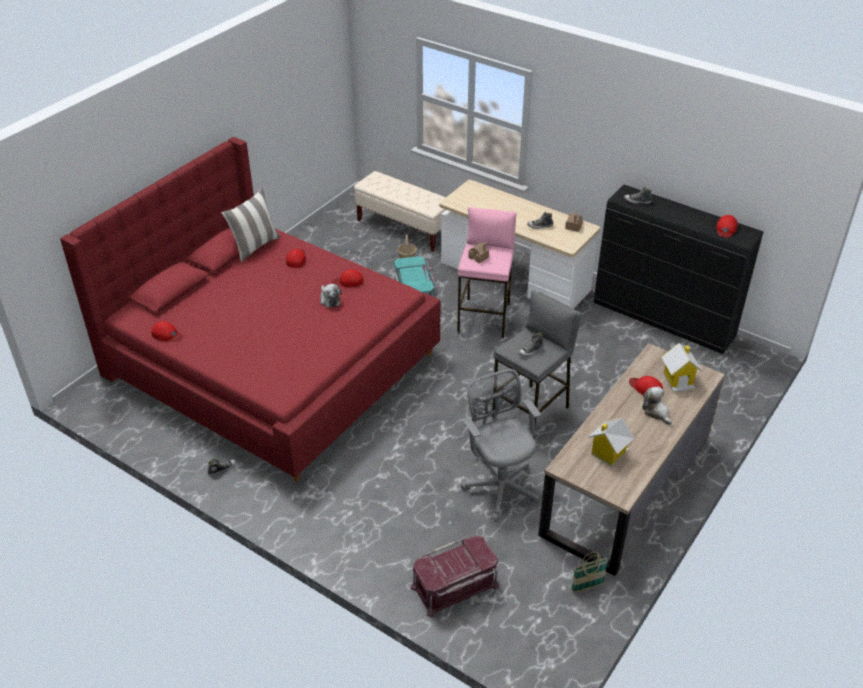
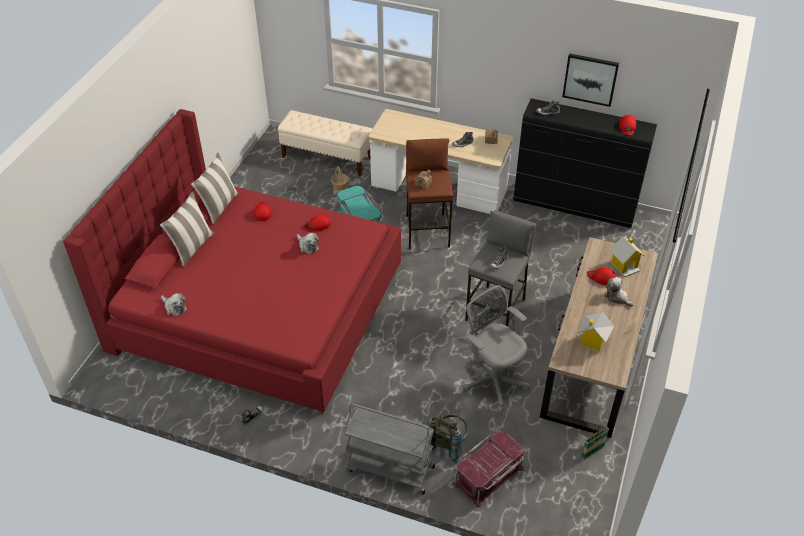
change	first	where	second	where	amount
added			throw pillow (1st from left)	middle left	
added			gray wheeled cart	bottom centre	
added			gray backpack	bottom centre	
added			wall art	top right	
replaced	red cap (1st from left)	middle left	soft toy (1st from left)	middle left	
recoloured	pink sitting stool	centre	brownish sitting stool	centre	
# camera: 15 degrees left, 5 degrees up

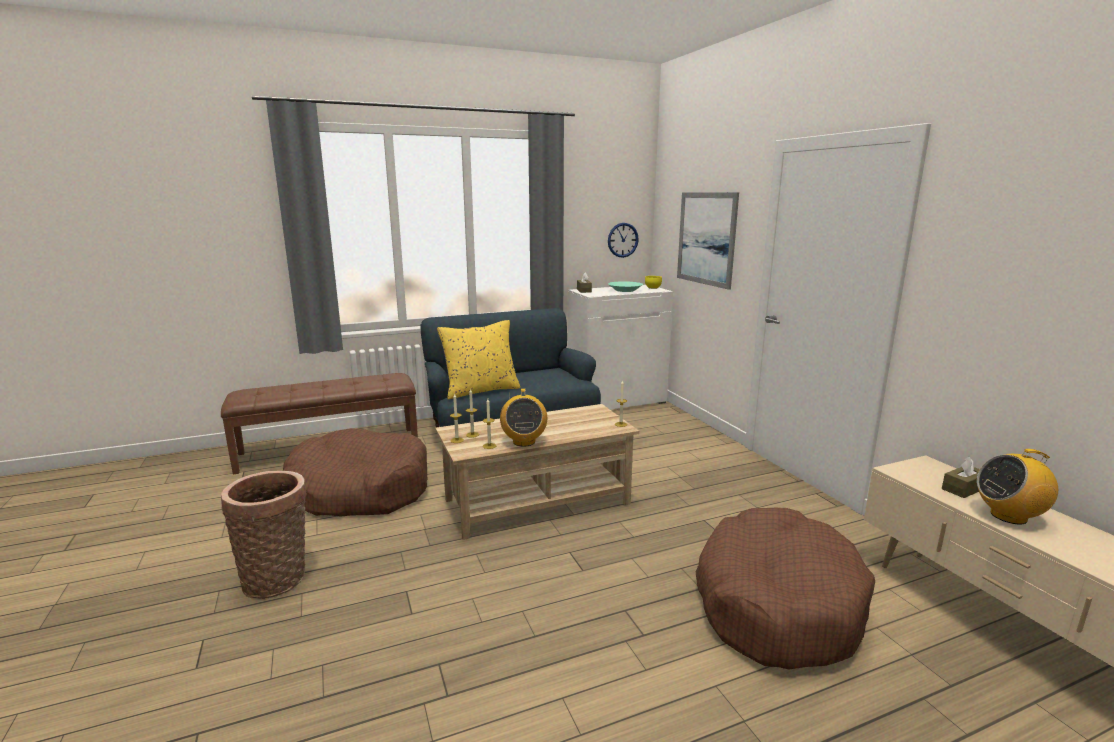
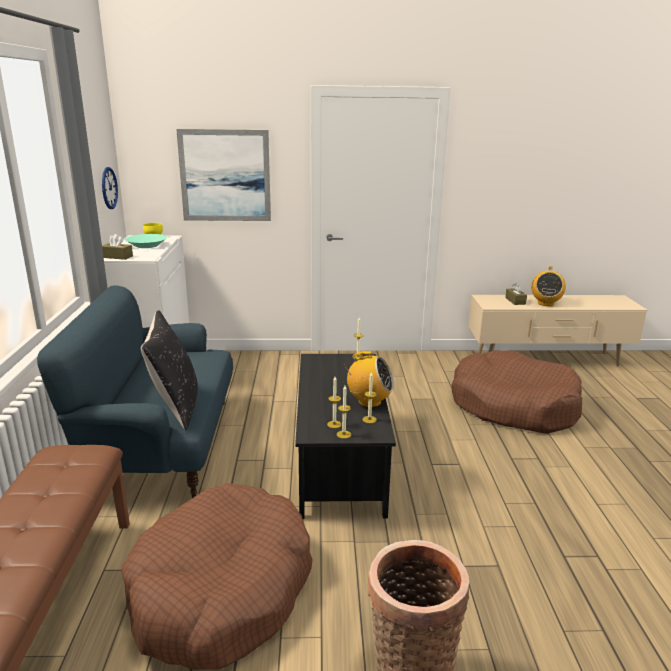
change	first	where	second	where	amount
recoloured	beige-coloured coffee table	centre	blackish coffee table	centre	
recoloured	yellow-coloured throw pillow	centre	blackish throw pillow	middle left	
# camera: 70 degrees left, 5 degrees up

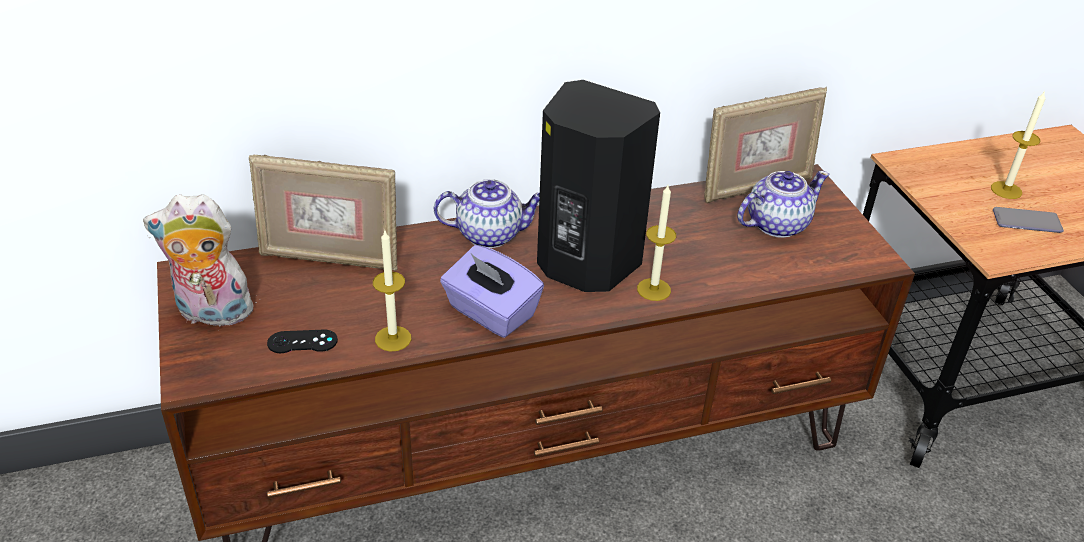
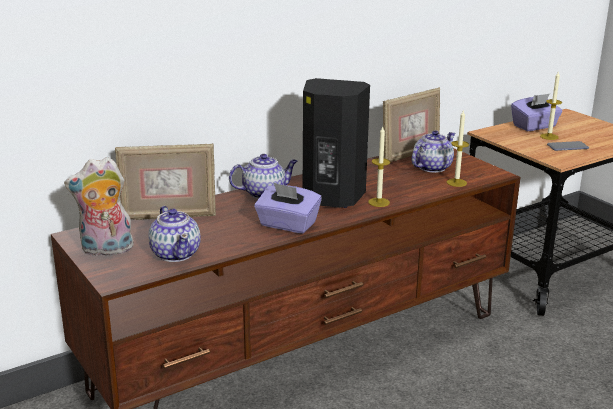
change	first	where	second	where	amount
added			purple-coloured box of tissues (2nd from left)	top right	
moved	candle (1st from left in the first image)	centre	candle (2nd from left)	middle right	
replaced	blackish gamepad	middle left	teapot (1st from left)	middle left	
# camera: 15 degrees left, 15 degrees down

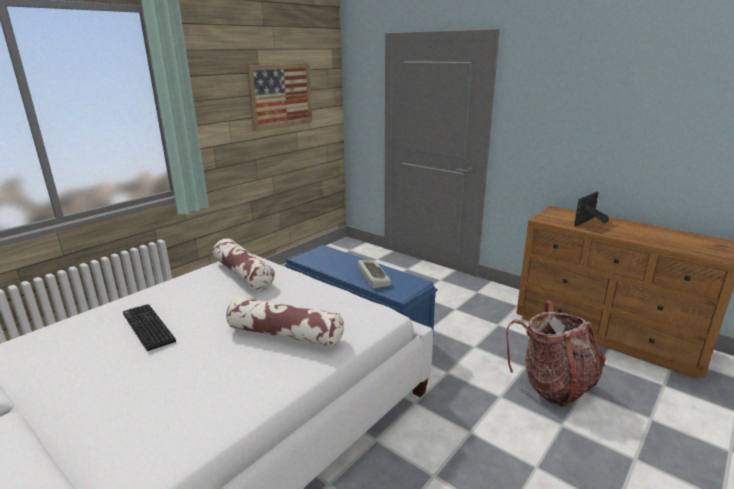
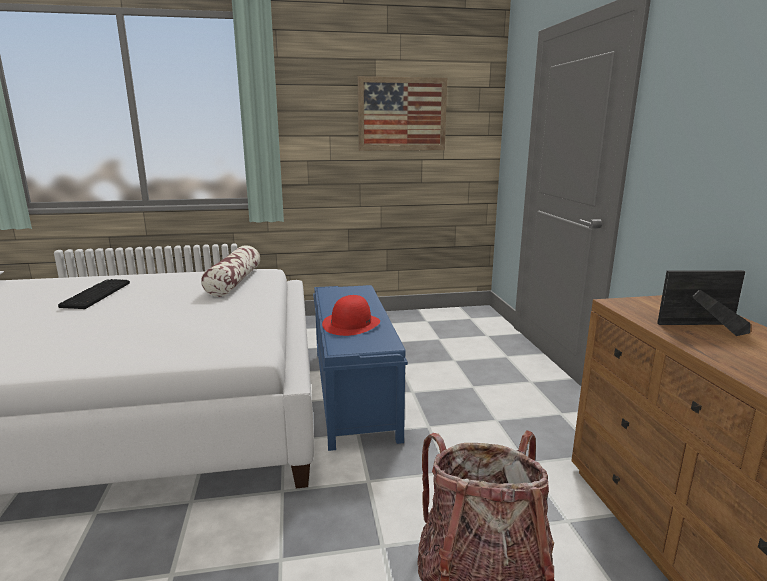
change	first	where	second	where	amount
removed	throw pillow (2nd from left)	centre			
replaced	PC keyboard (2nd from left)	centre	red wearable hat	centre	
# camera: 40 degrees right, 5 degrees down

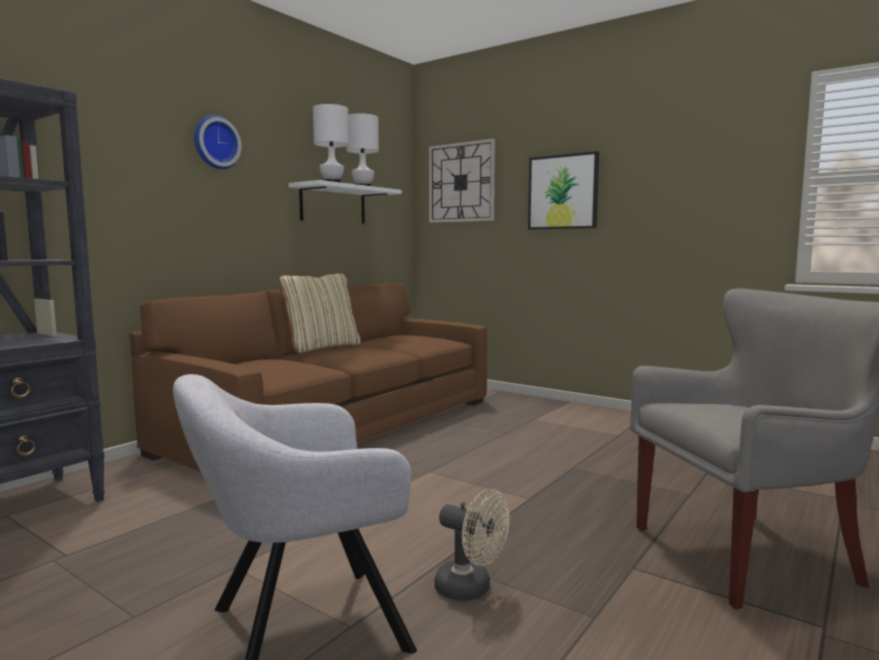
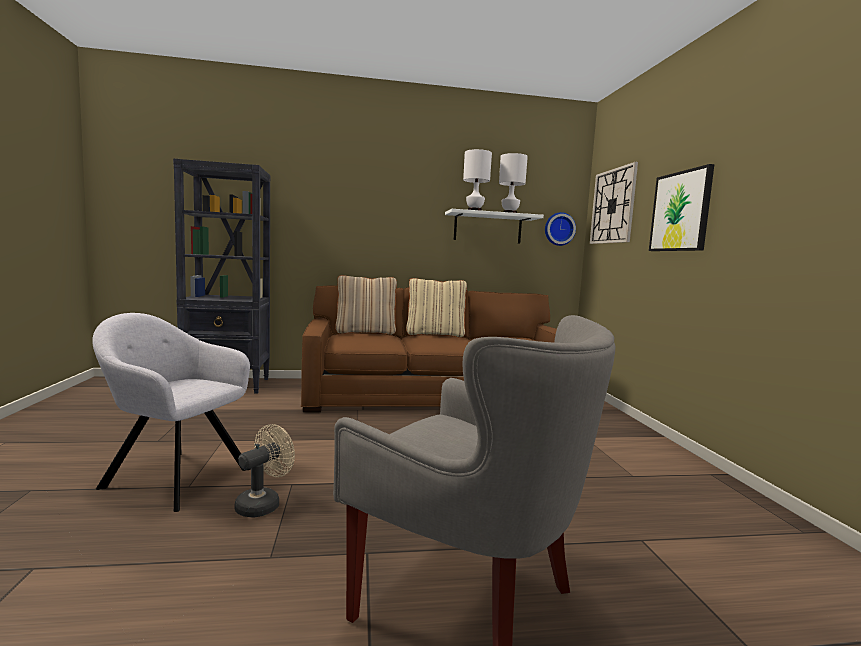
change	first	where	second	where	amount
added			beige-coloured throw pillow (1st from left)	centre	
moved	clock on the wall (1st from left)	top left		centre	
turned	beige-coloured electric fan	bottom centre		bottom left	135 degrees counterclockwise
# camera: 45 degrees right, 0 degrees up

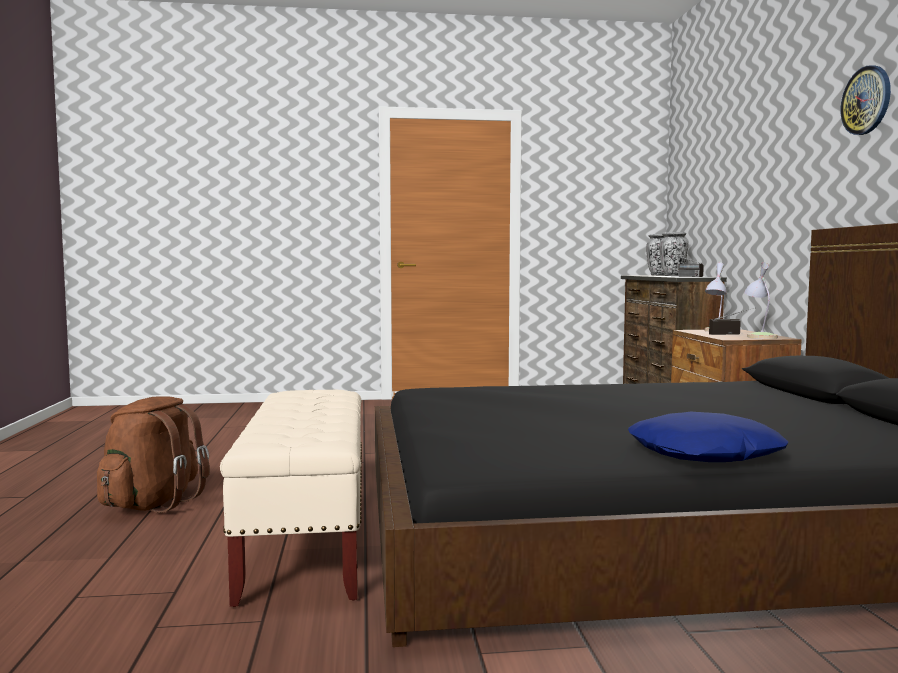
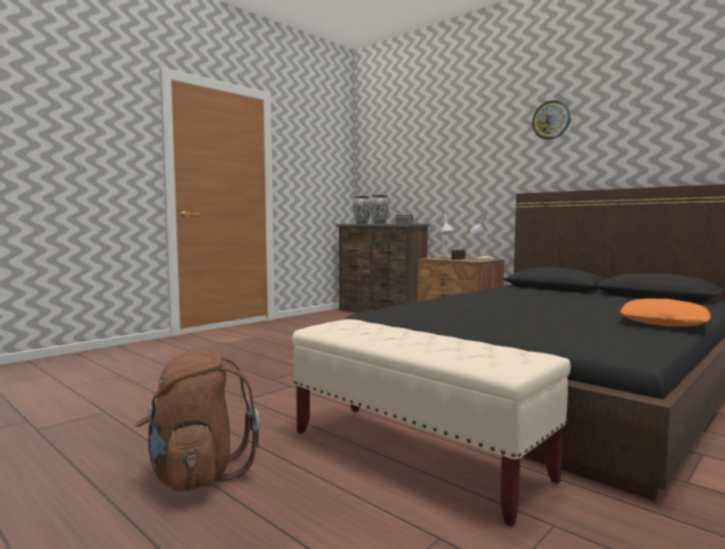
change	first	where	second	where	amount
recoloured	bluish throw pillow	middle right	orange throw pillow	middle right	
# camera: 40 degrees left, 0 degrees up

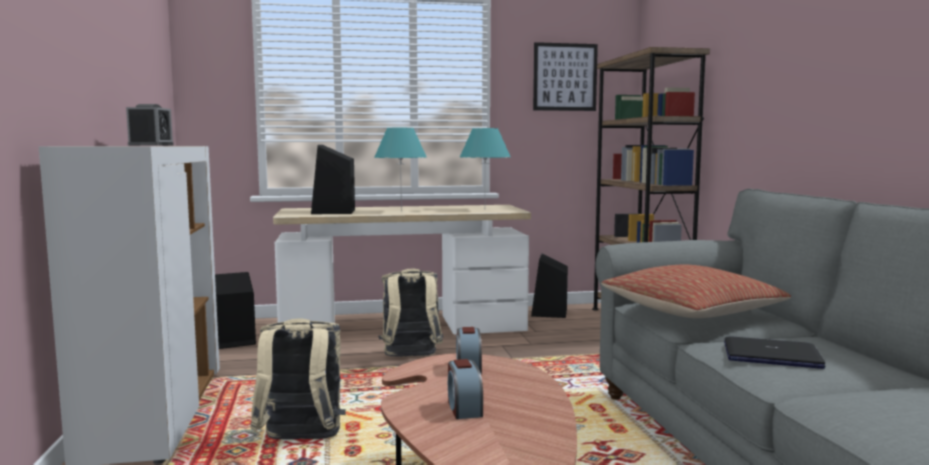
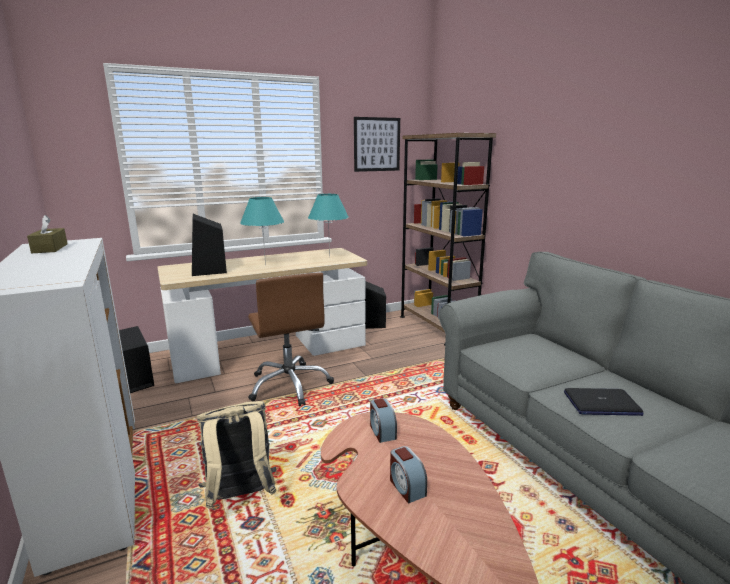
change	first	where	second	where	amount
removed	throw pillow	middle right			
replaced	bedside clock (1st from left)	top left	brownish box of tissues	middle left	
replaced	beige-coloured backpack (2nd from left)	bottom centre	brownish desk chair	centre	
# camera: 15 degrees left, 10 degrees up

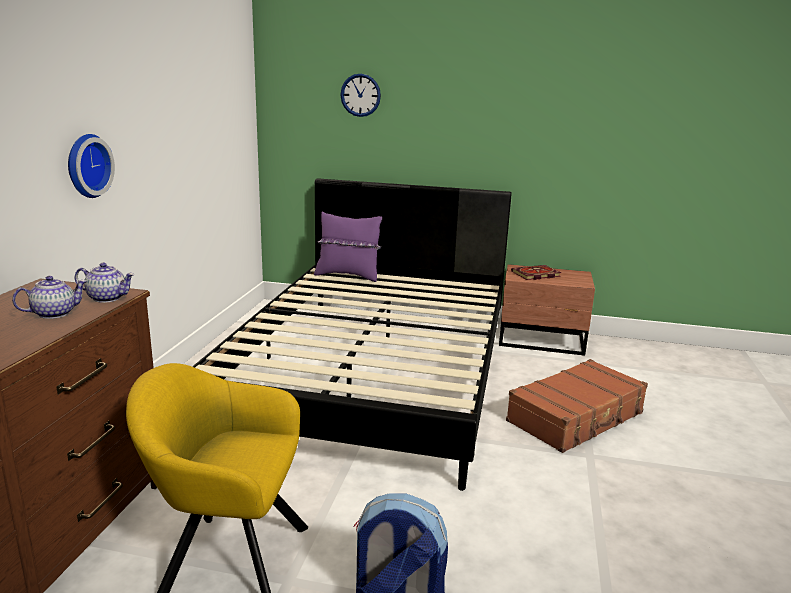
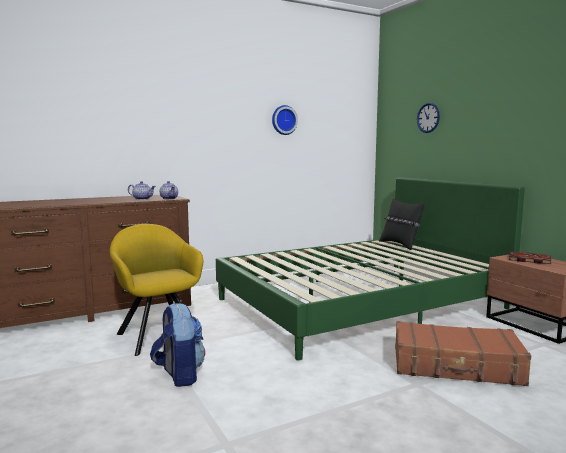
change	first	where	second	where	amount
moved	clock on the wall (1st from left)	top left		top centre	
recoloured	blackish sleeping bed	centre	green sleeping bed	centre	
recoloured	purple-coloured throw pillow	centre	blackish throw pillow	middle right	
# camera: 50 degrees right, 10 degrees down

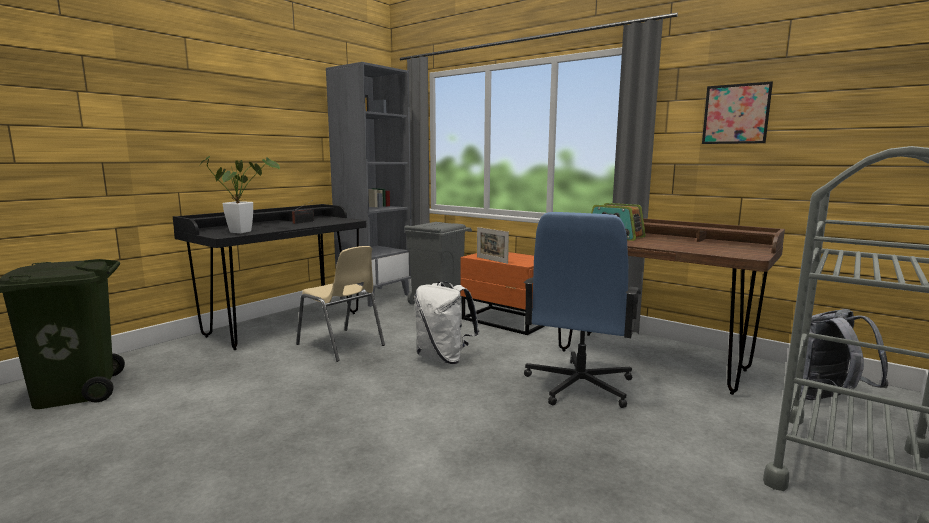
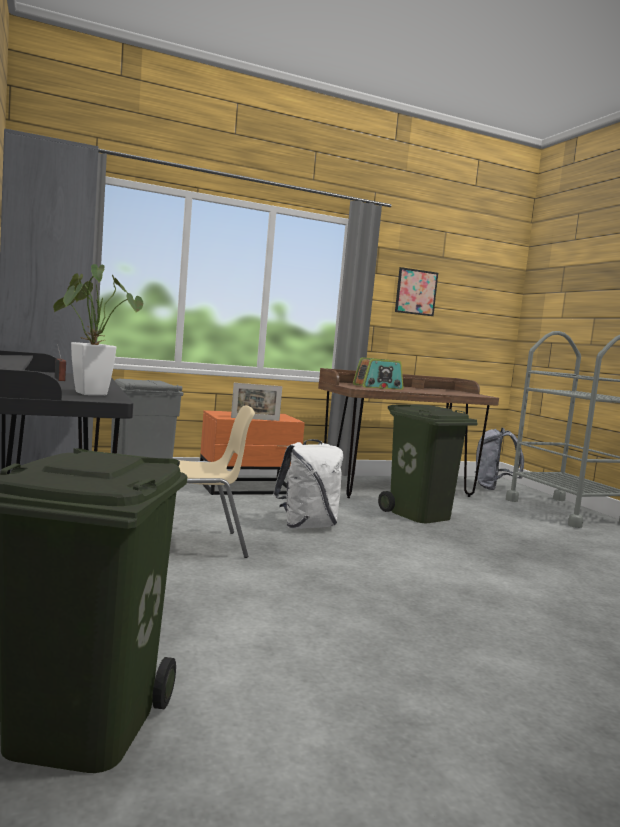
change	first	where	second	where	amount
replaced	bluish desk chair	centre	green waste bin (2nd from left)	middle right	
# camera: 60 degrees left, 5 degrees down

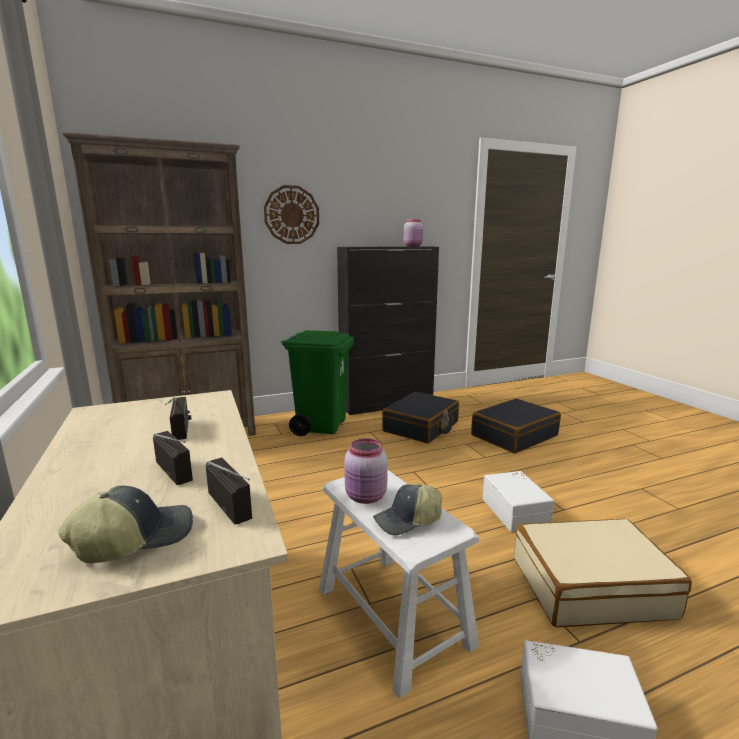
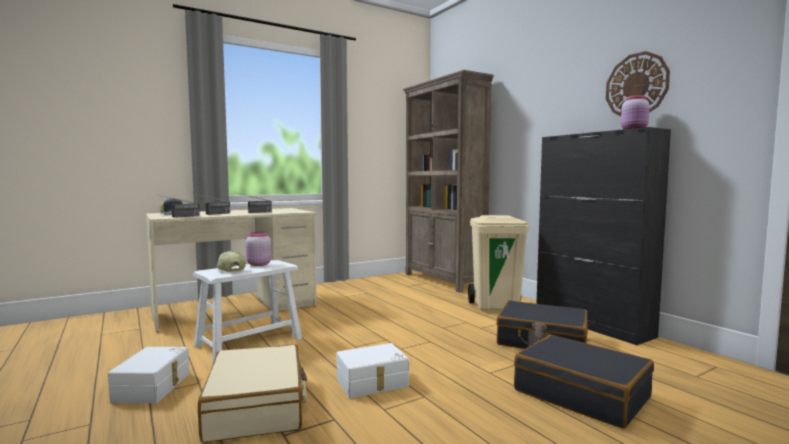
change	first	where	second	where	amount
moved	clock on the wall	top centre		top right	
recoloured	green waste bin	centre	beige-coloured waste bin	centre	
# camera: 80 degrees right, 10 degrees down

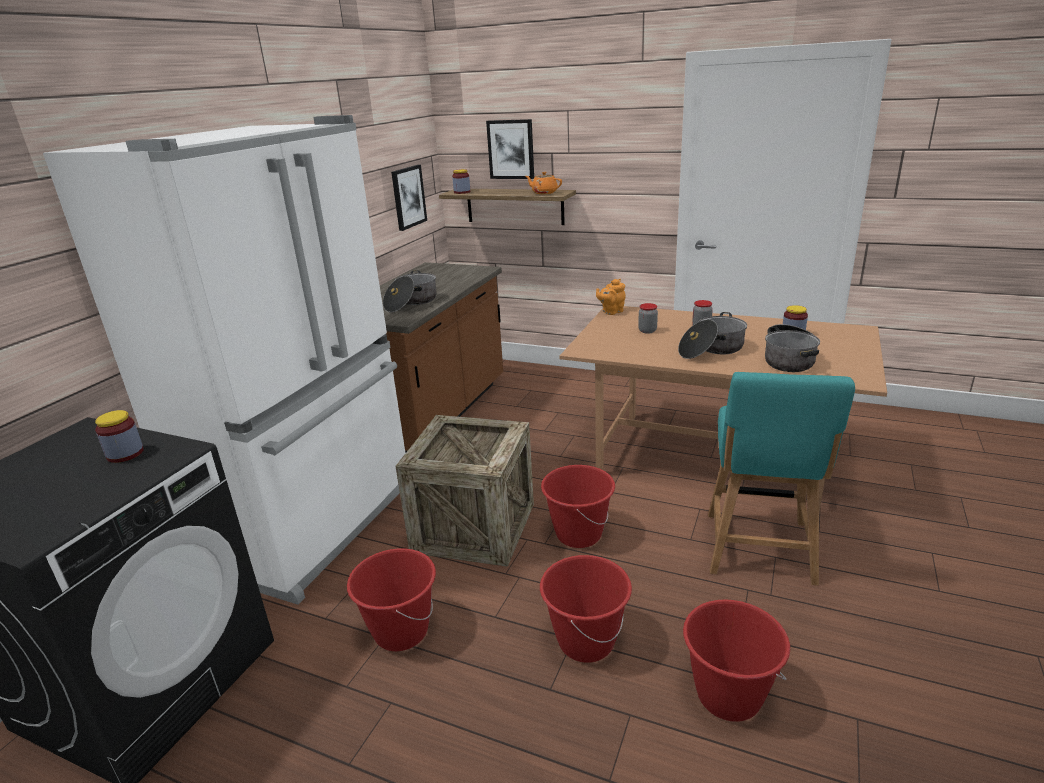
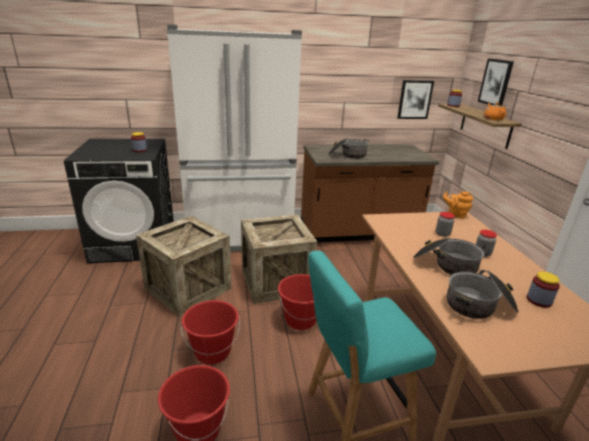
change	first	where	second	where	amount
replaced	red pail (1st from left)	bottom centre	packing crate (1st from left)	middle left	
# camera: 55 degrees right, 0 degrees up

